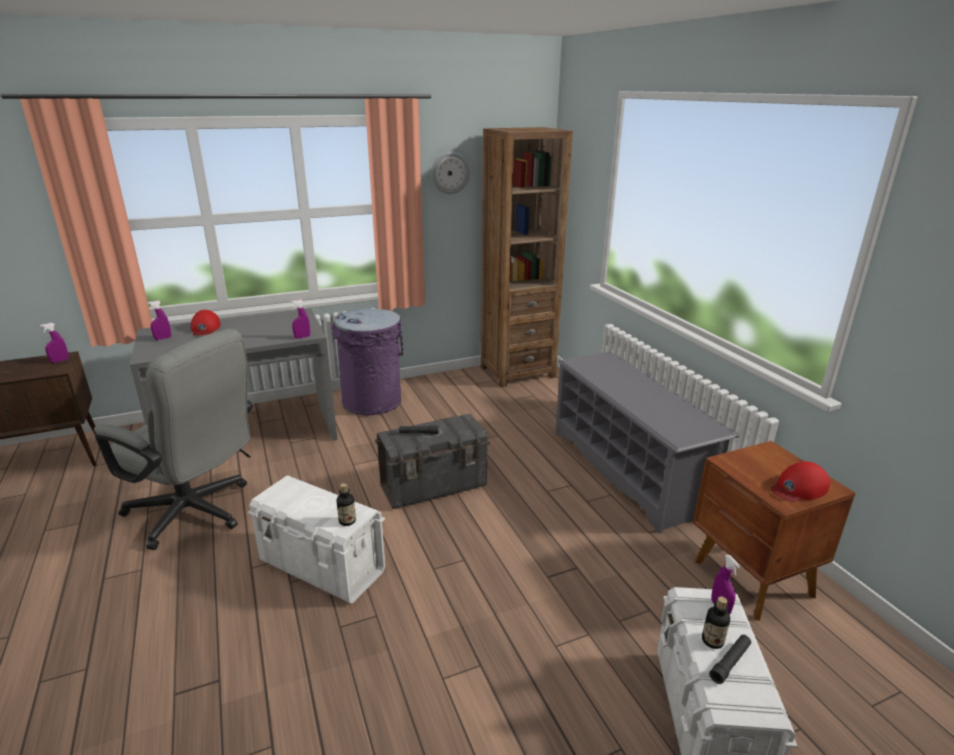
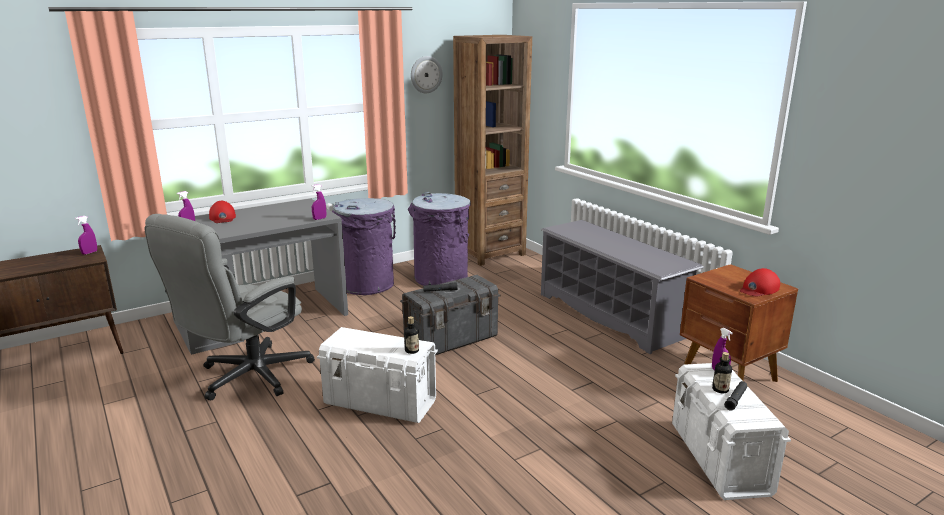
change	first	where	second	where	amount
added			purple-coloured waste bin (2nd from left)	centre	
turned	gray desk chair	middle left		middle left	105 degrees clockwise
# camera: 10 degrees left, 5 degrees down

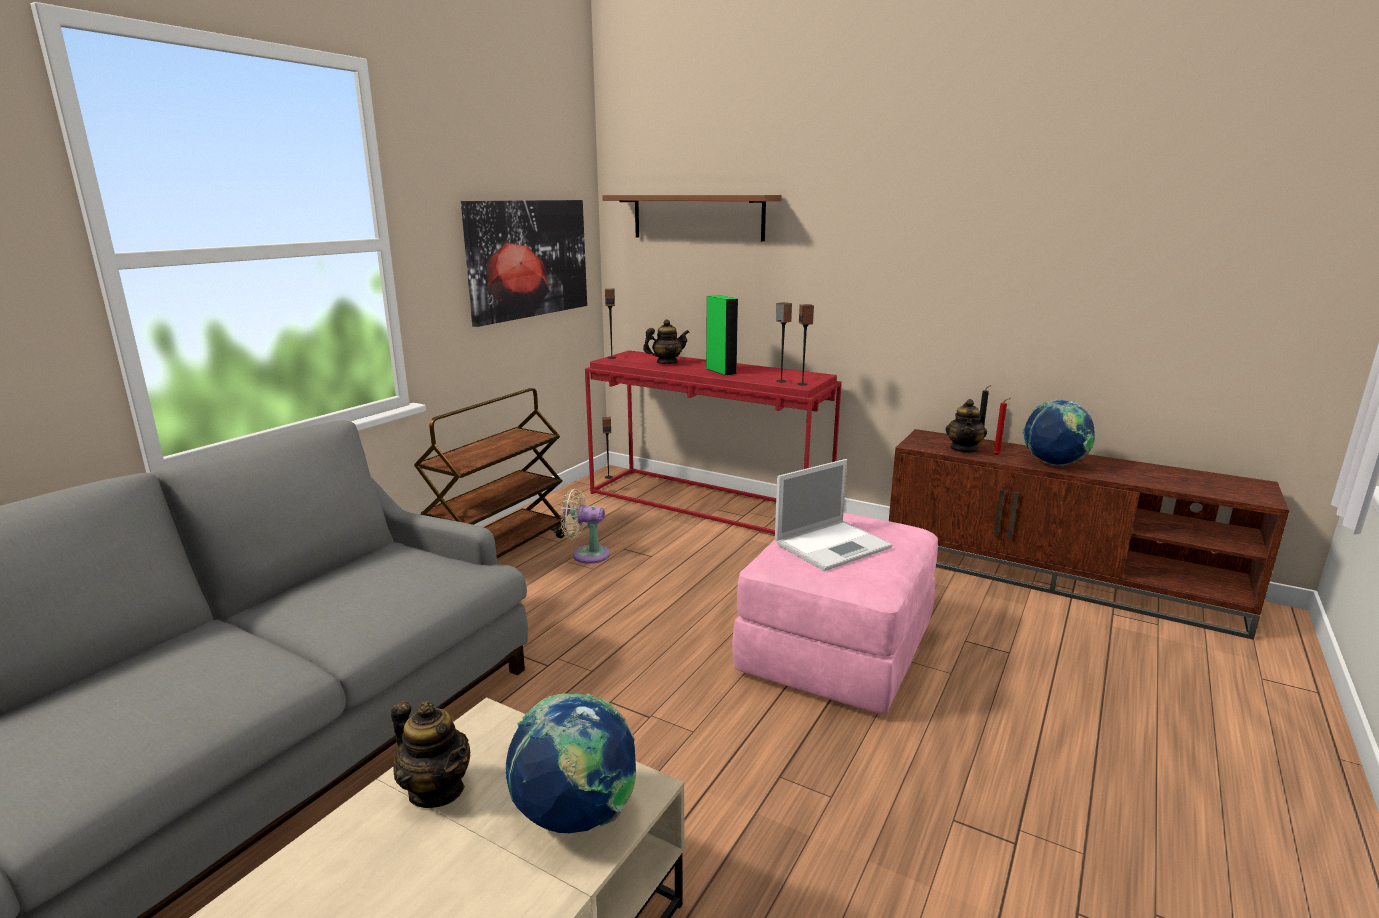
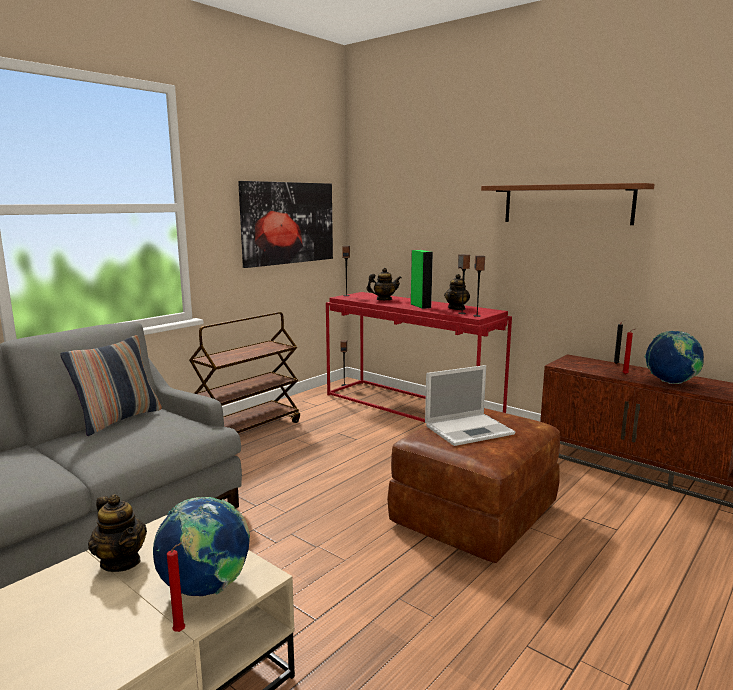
change	first	where	second	where	amount
removed	beige-coloured electric fan	centre			
added			throw pillow	middle left	
added			red candle (1st from left)	bottom left	
moved	brownish shelf	top centre		top right	
moved	teapot (3rd from left)	middle right		centre	
recoloured	pink footrest	bottom centre	brownish footrest	bottom centre	
# camera: 10 degrees right, 5 degrees down

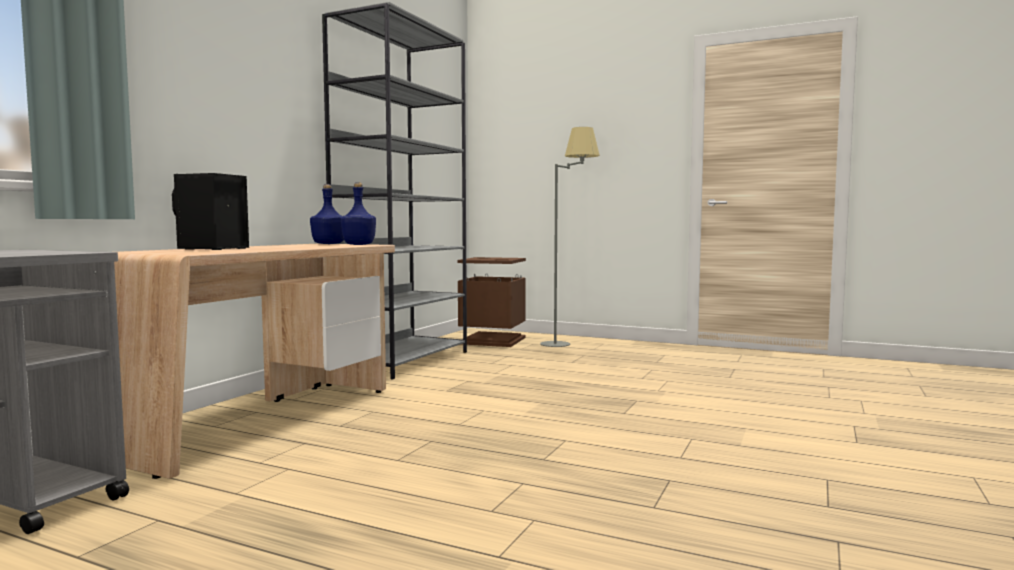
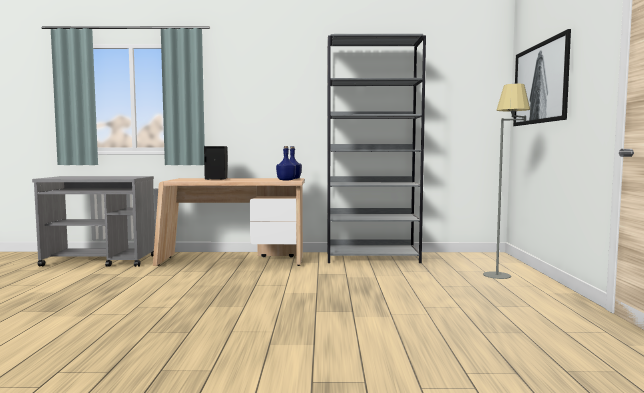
change	first	where	second	where	amount
removed	brownish waste bin	centre			
added			wall art	top right	
# camera: 65 degrees right, 0 degrees up

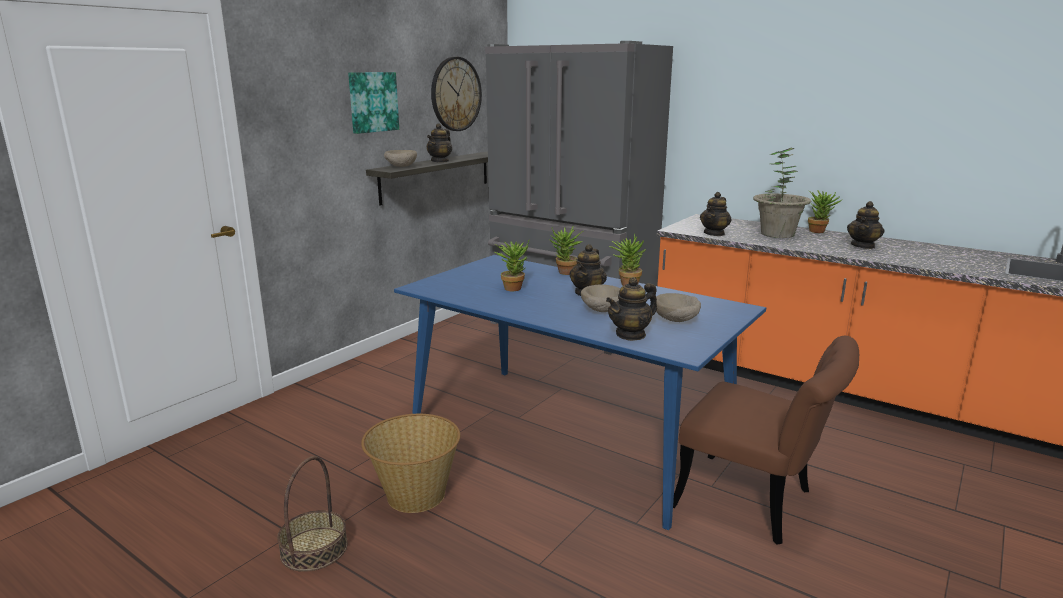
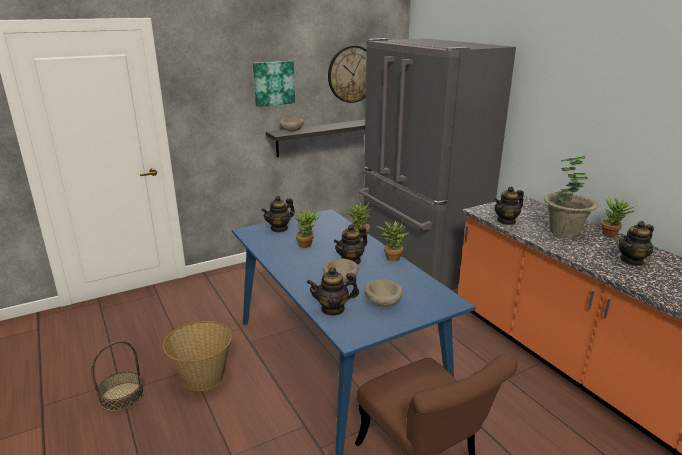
change	first	where	second	where	amount
moved	teapot (1st from left)	top centre		centre	
# camera: 25 degrees right, 5 degrees up

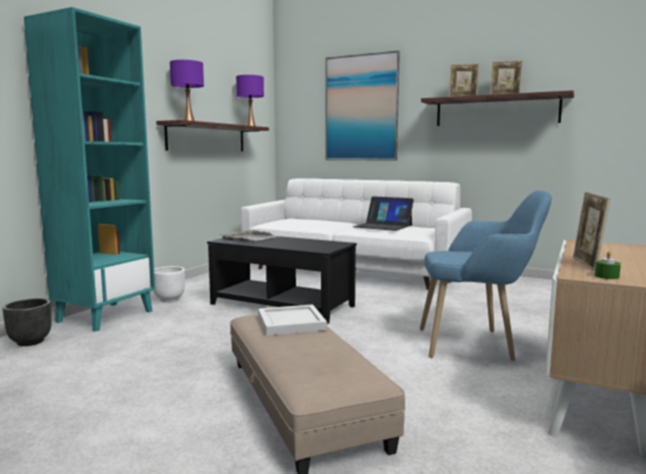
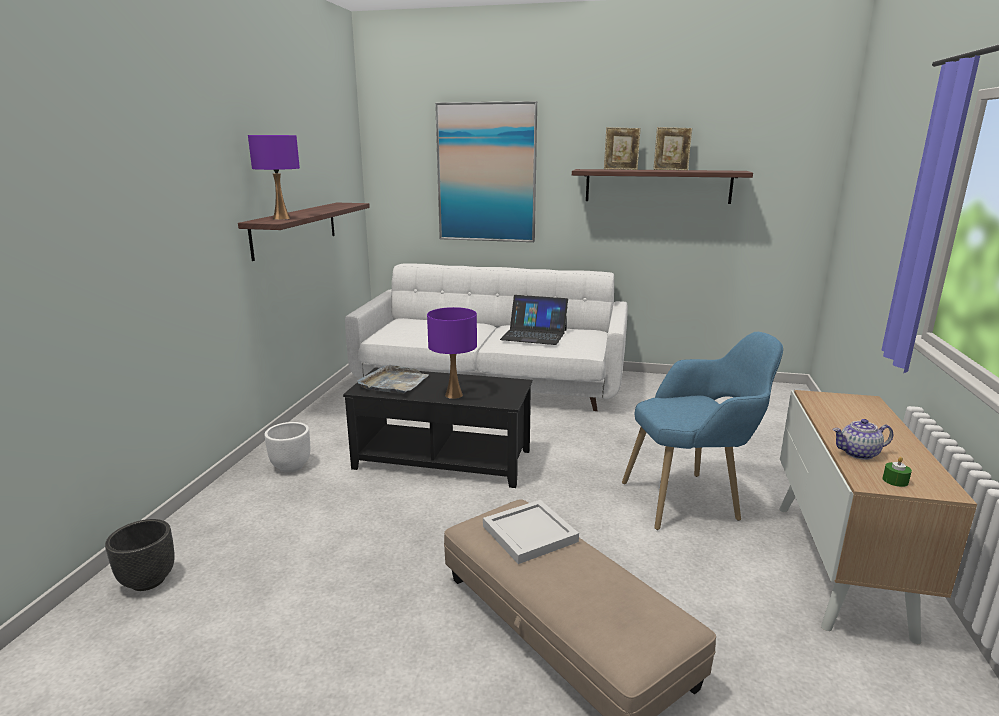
change	first	where	second	where	amount
removed	turquoise-coloured shelving unit	middle left			
moved	purple-coloured table lamp (2nd from left)	top centre		centre	
replaced	standing frame (3rd from left)	middle right	teapot	middle right	
# camera: 15 degrees left, 10 degrees up

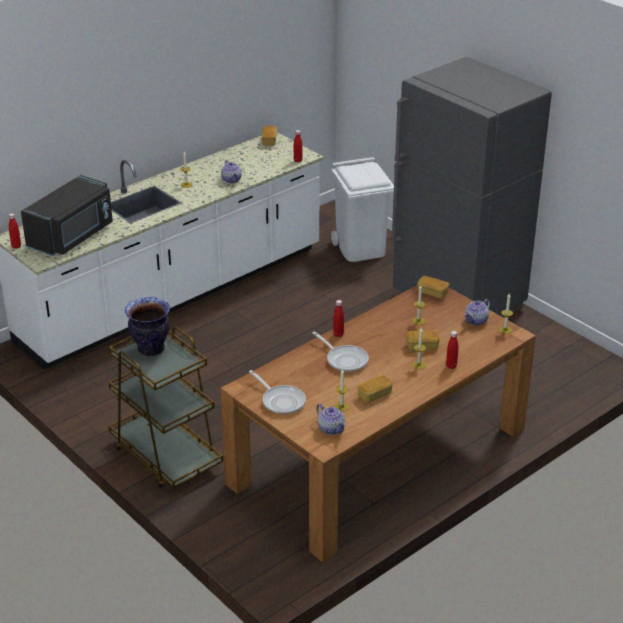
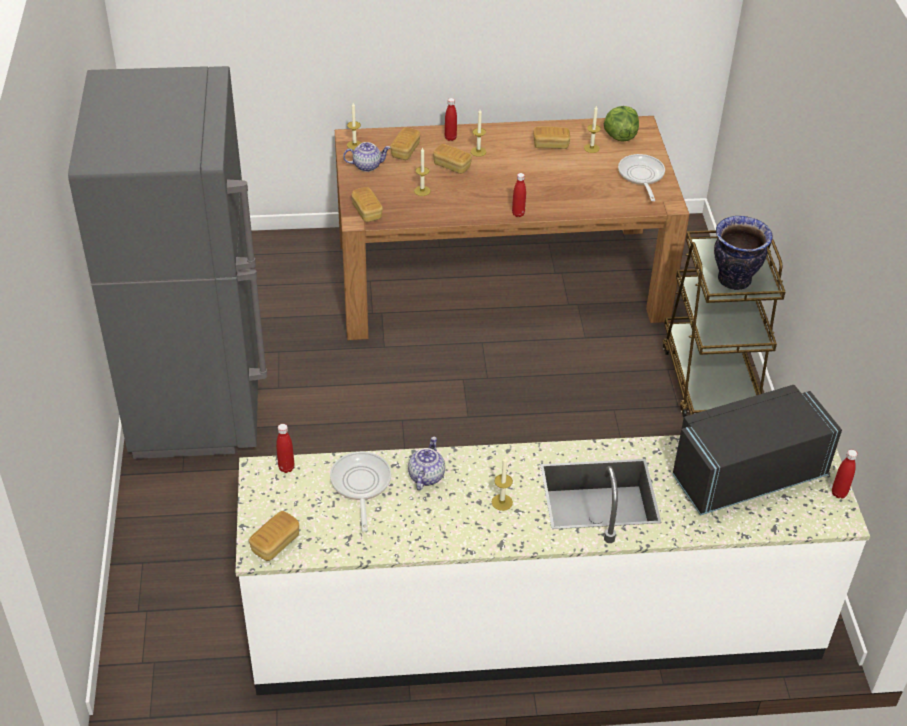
change	first	where	second	where	amount
removed	whitish waste bin	centre			
added			baked bread (3rd from left)	top centre	
moved	skillet (2nd from left in the first image)	centre	skillet (1st from left)	bottom centre	
replaced	teapot (2nd from left)	bottom centre	lettuce head	top right	
# camera: 145 degrees left, 10 degrees up

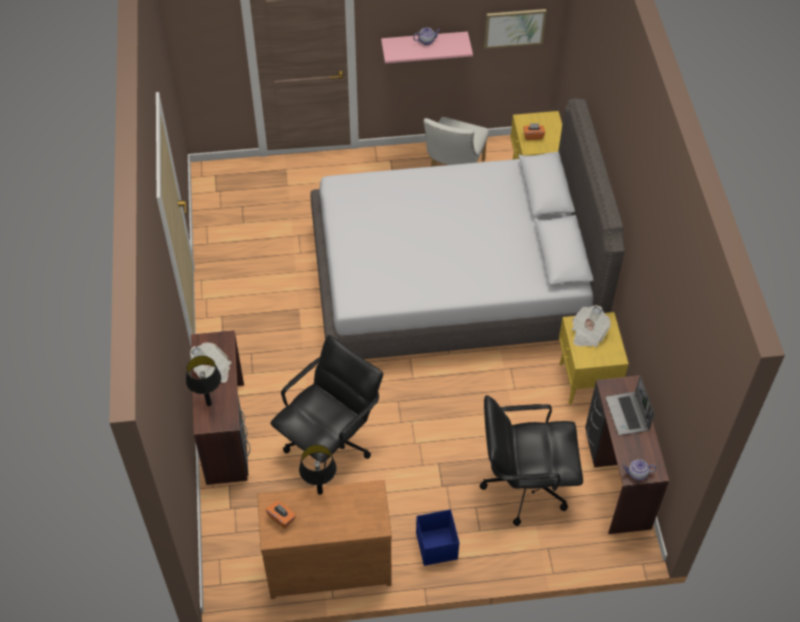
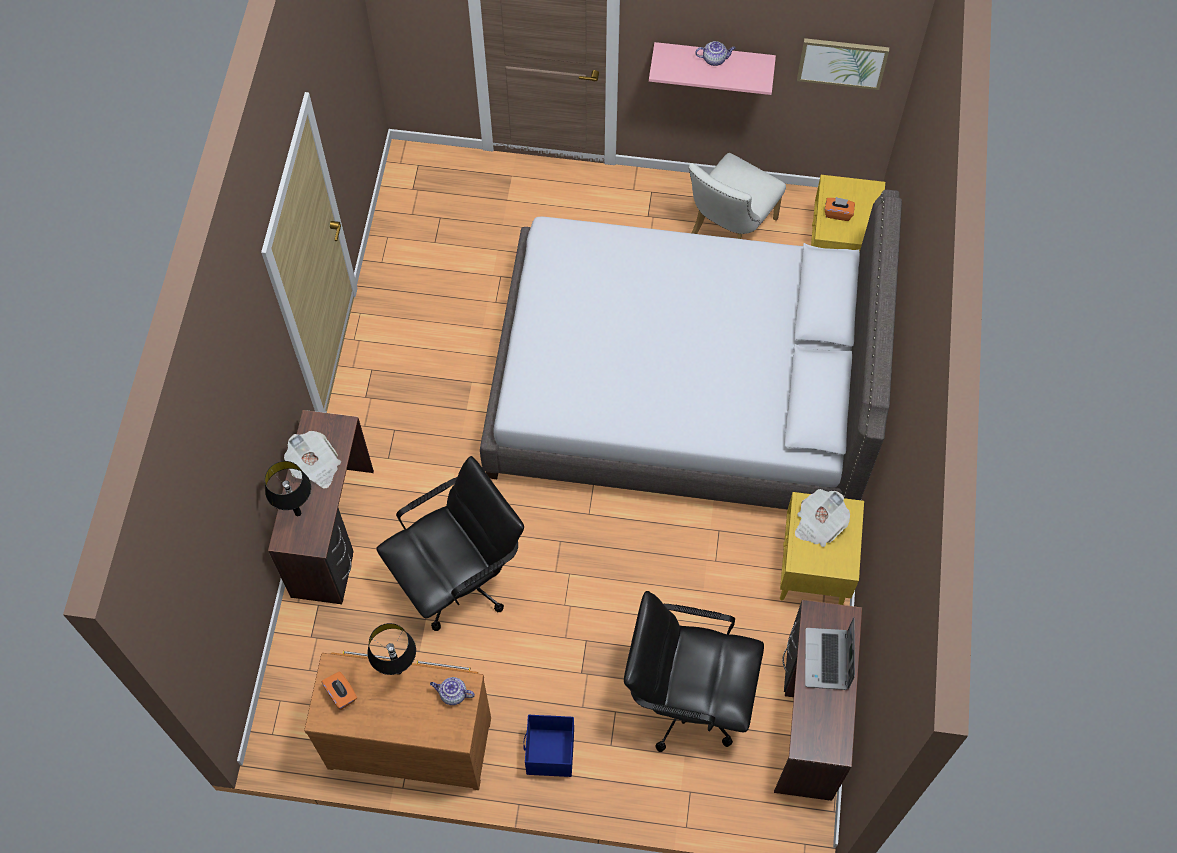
change	first	where	second	where	amount
moved	teapot (2nd from left in the first image)	bottom right	teapot (1st from left)	bottom centre	
# camera: 15 degrees right, 10 degrees up

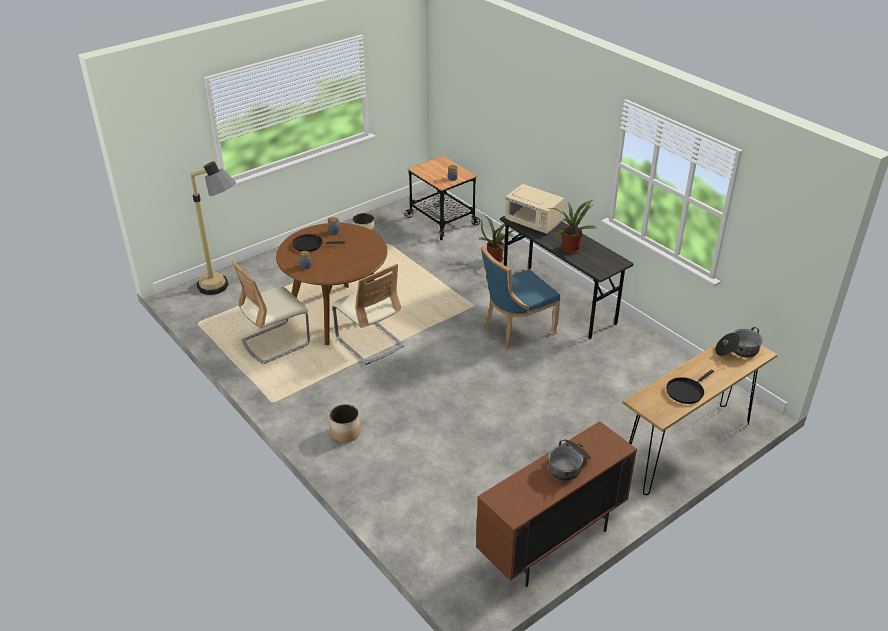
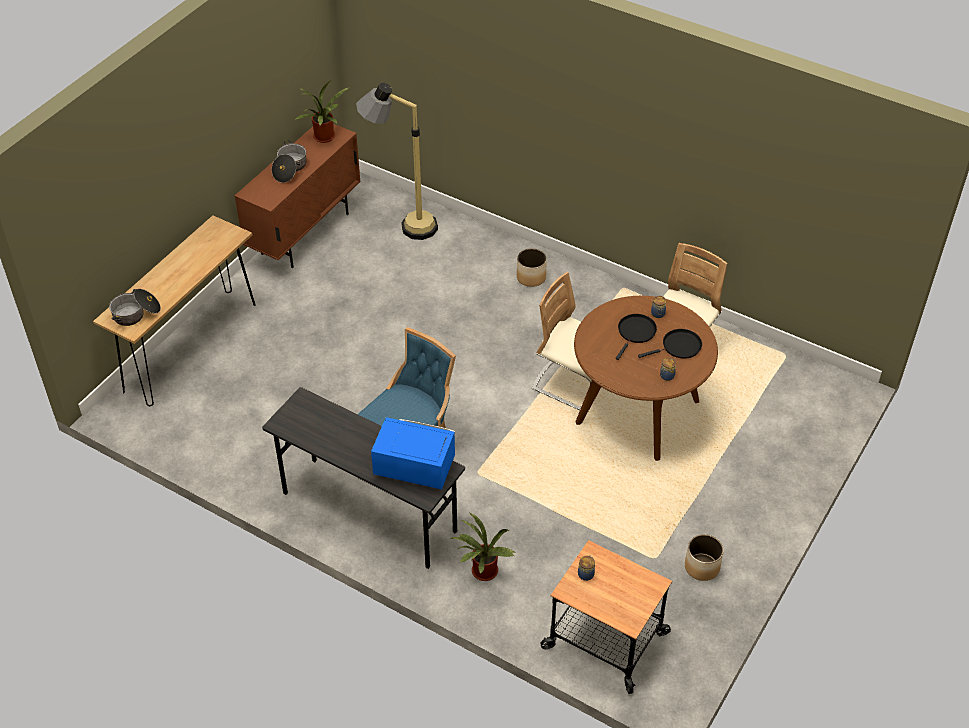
change	first	where	second	where	amount
moved	standing lamp	middle left		top centre	
moved	houseplant (2nd from left in the first image)	centre	houseplant (1st from left)	top left	
moved	blackish skillet (2nd from left in the first image)	middle right	blackish skillet (1st from left)	centre	
recoloured	beige-coloured microwave oven	top centre	bluish microwave oven	centre	
# camera: 160 degrees right, 10 degrees up

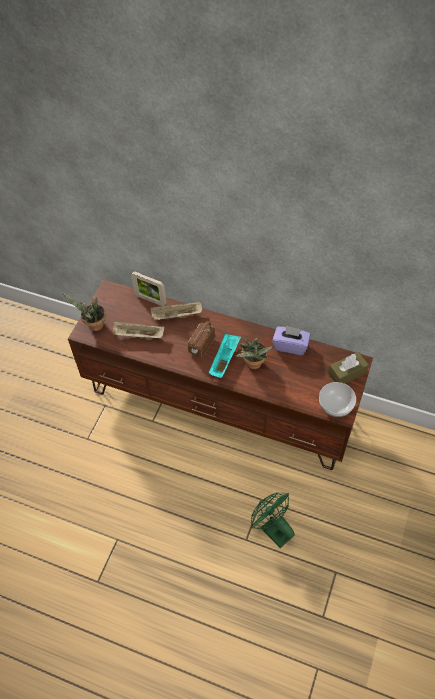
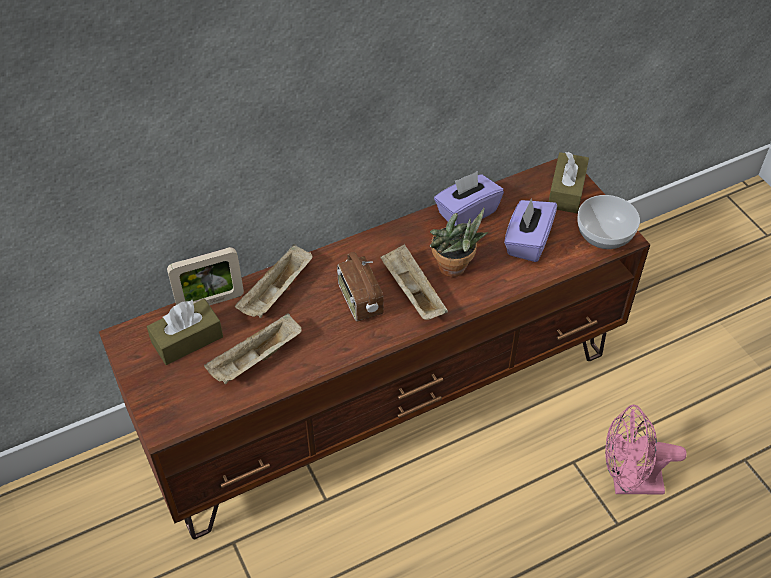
change	first	where	second	where	amount
removed	houseplant (1st from left)	middle left			
added			brownish box of tissues (1st from left)	middle left	
added			purple-coloured box of tissues (2nd from left)	middle right	
recoloured	turquoise-coloured tray	centre	beige-coloured tray (3rd from left)	centre	
recoloured	green electric fan	bottom centre	pink electric fan	bottom right	
# camera: 50 degrees left, 5 degrees down

